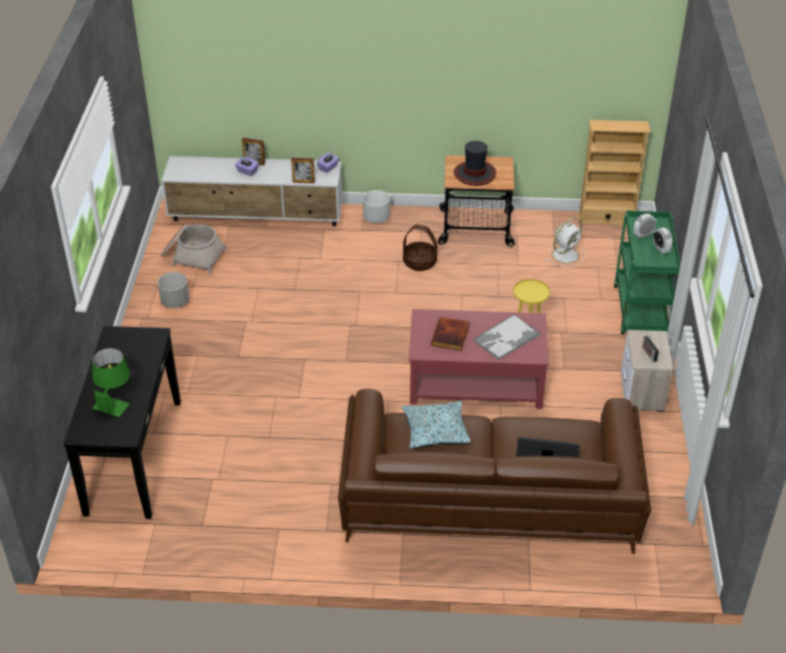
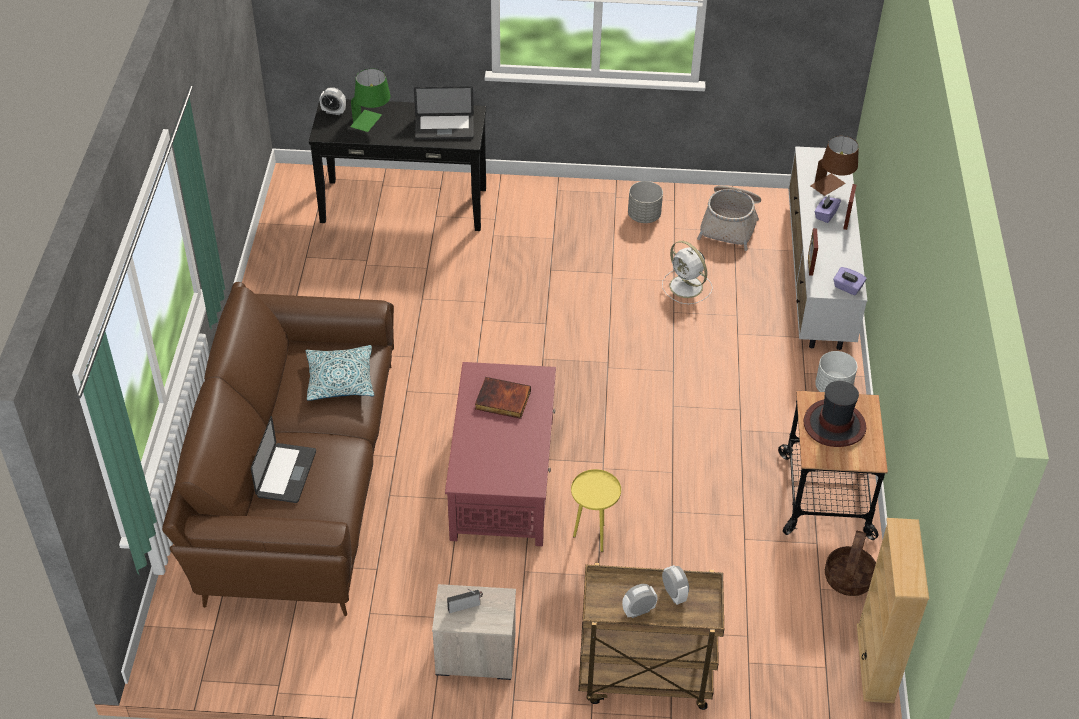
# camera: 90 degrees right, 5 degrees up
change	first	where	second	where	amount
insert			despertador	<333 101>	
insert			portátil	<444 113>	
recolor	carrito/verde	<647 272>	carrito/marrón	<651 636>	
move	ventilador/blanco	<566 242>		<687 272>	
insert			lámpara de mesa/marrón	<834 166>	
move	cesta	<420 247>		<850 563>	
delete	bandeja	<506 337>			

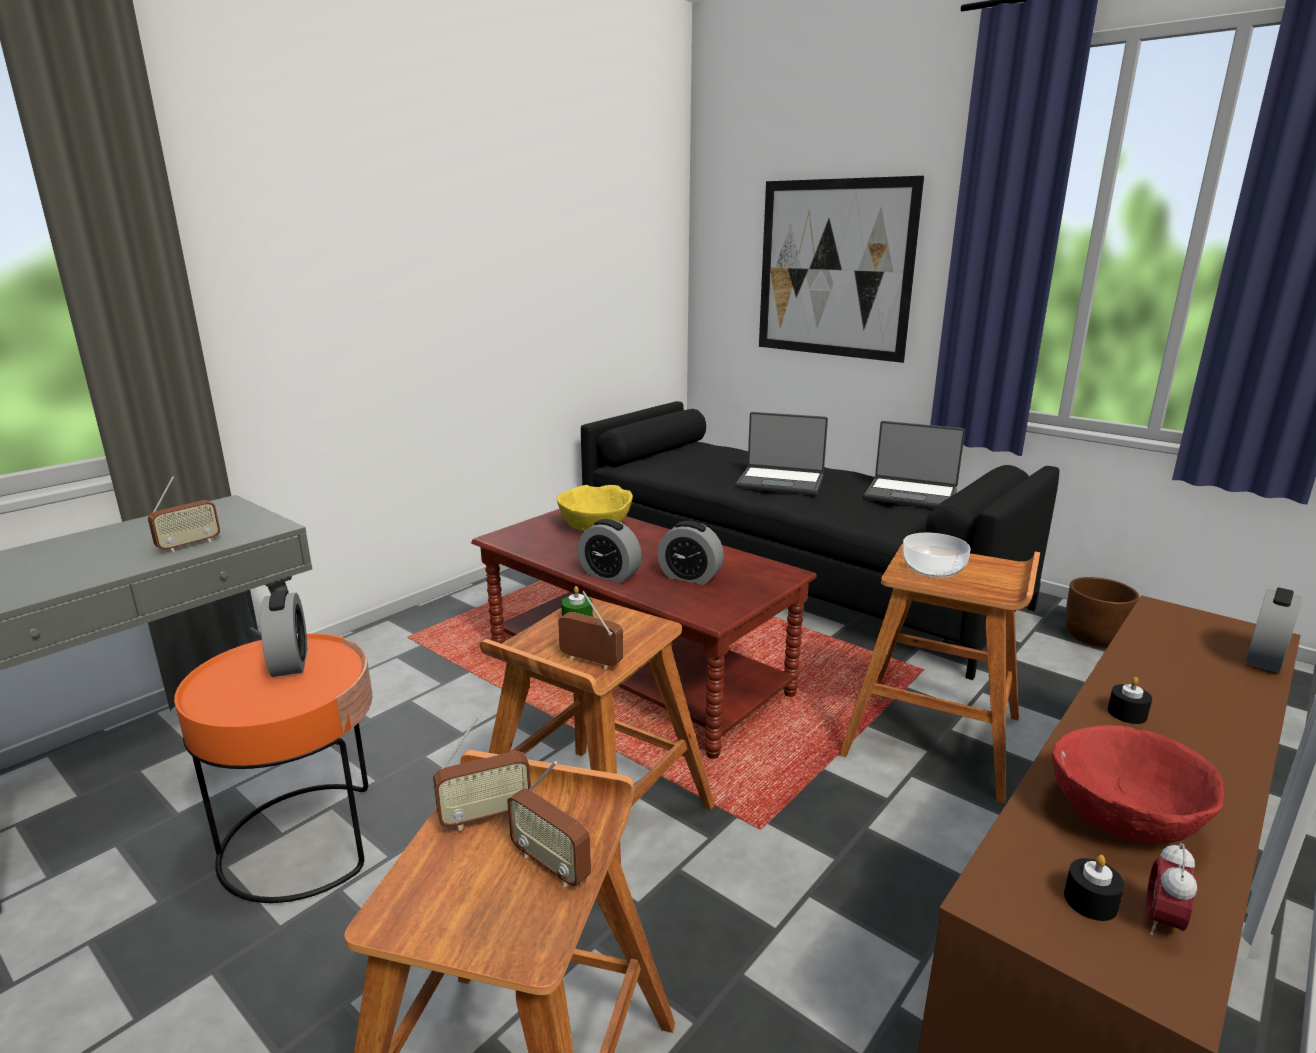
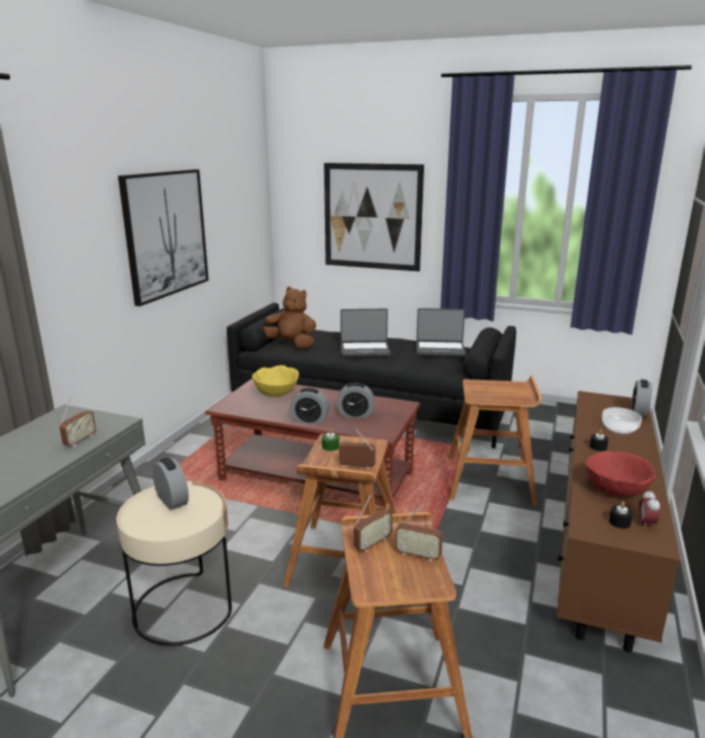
# camera: 20 degrees left, 0 degrees up
change	first	where	second	where	amount
recolor	mesa auxiliar/naranja	<273 768>	mesa auxiliar/beis	<174 563>	
insert			cuadro	<163 237>	
insert			peluche/marrón	<289 317>	
move	cuenco	<937 555>		<622 421>	
delete	maceta/marrón	<1102 612>			

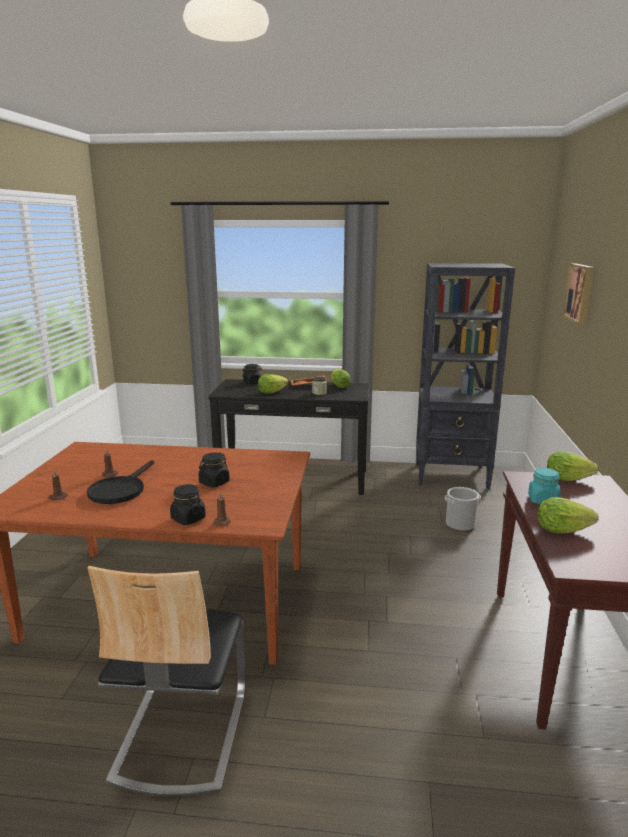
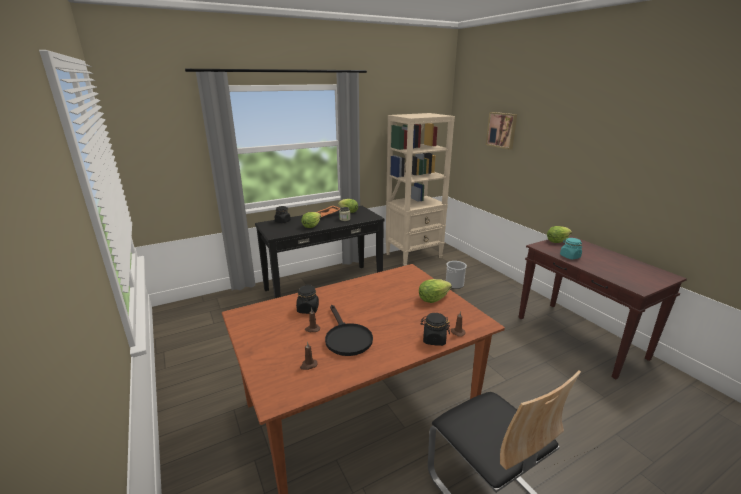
# camera: 35 degrees left, 5 degrees up
change	first	where	second	where	amount
move	tarro/negro	<214 469>		<307 299>	
recolor	estantería/negro	<465 376>	estantería/beis	<420 189>	
move	lechuga	<568 515>		<435 291>	

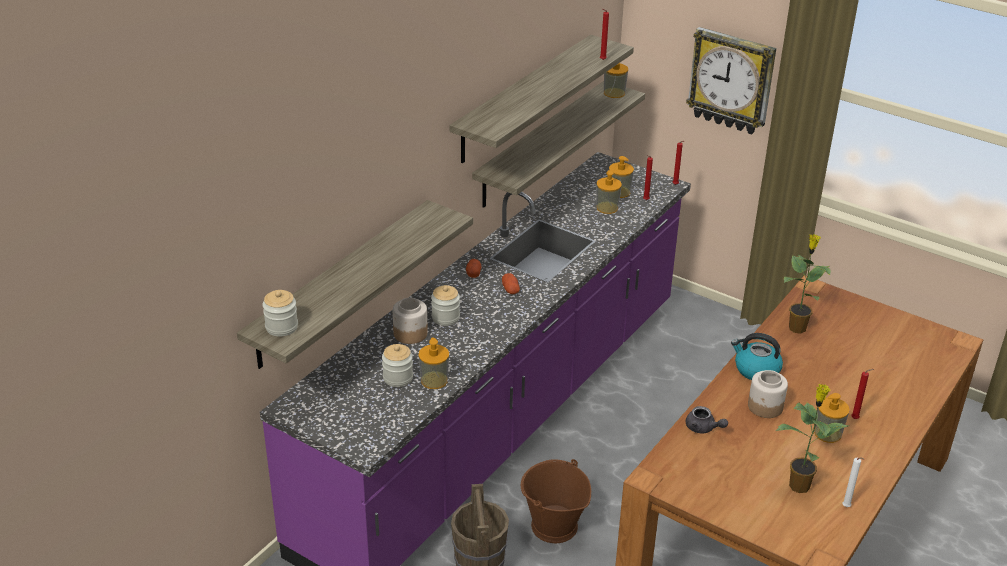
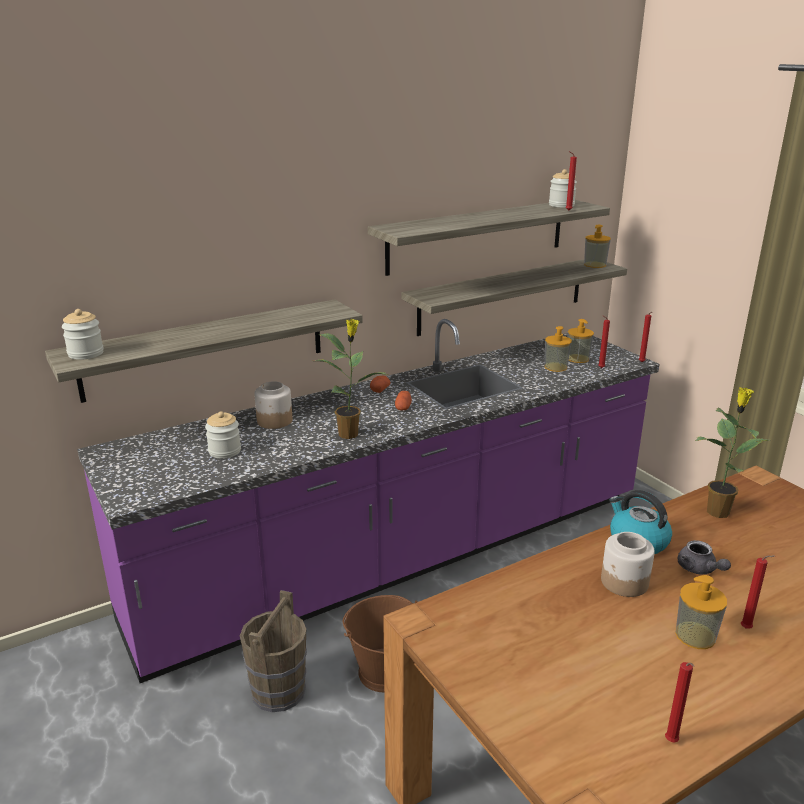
# camera: 25 degrees right, 10 degrees down
change	first	where	second	where	amount
move	planta en maceta	<812 438>		<352 379>	
move	tarro	<445 305>		<563 188>	
recolor	vela/blanco	<853 482>	vela/rojo	<679 702>	
move	tetera/gris	<707 420>		<704 557>	
delete	dispensador de jabón	<433 363>			
delete	reloj de pared	<731 80>			

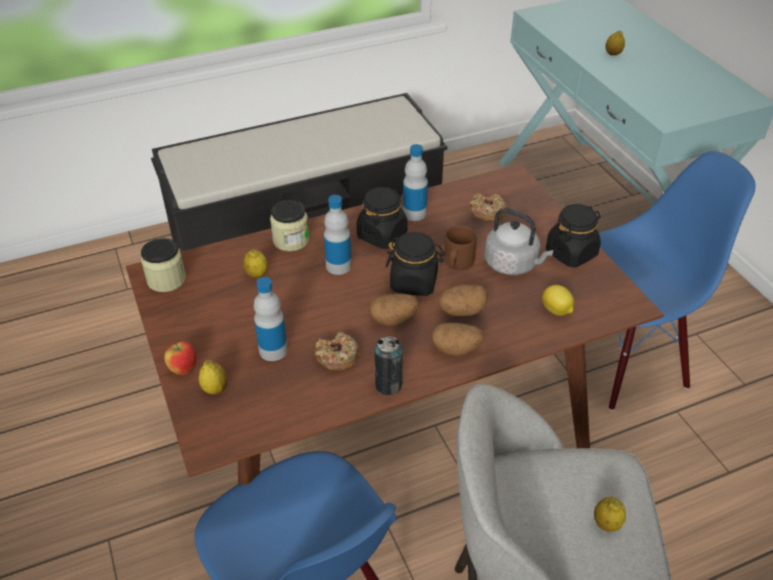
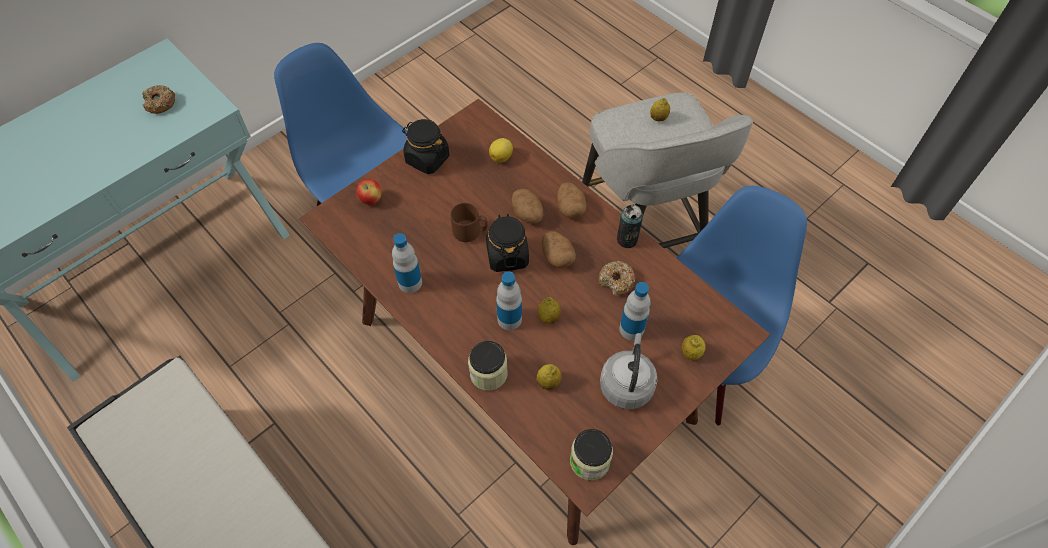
# camera: 110 degrees left, 15 degrees up
change	first	where	second	where	amount
move	rosquilla	<488 207>		<158 99>	
move	manzana	<180 358>		<368 192>	
move	limón	<615 43>		<549 310>	
move	hervidor/gris	<519 241>		<628 371>	
delete	tarro/negro	<382 218>			

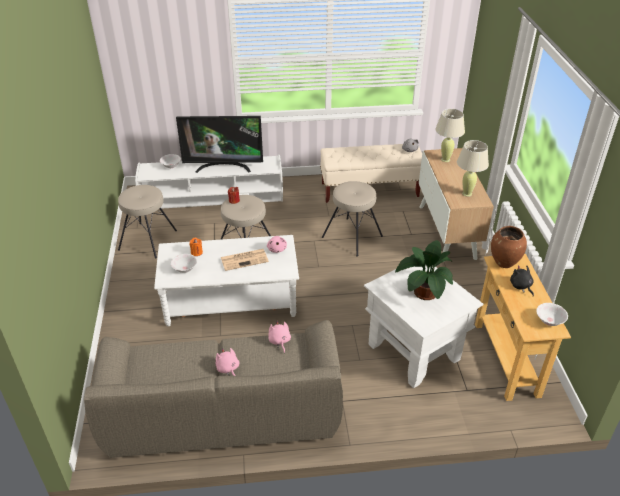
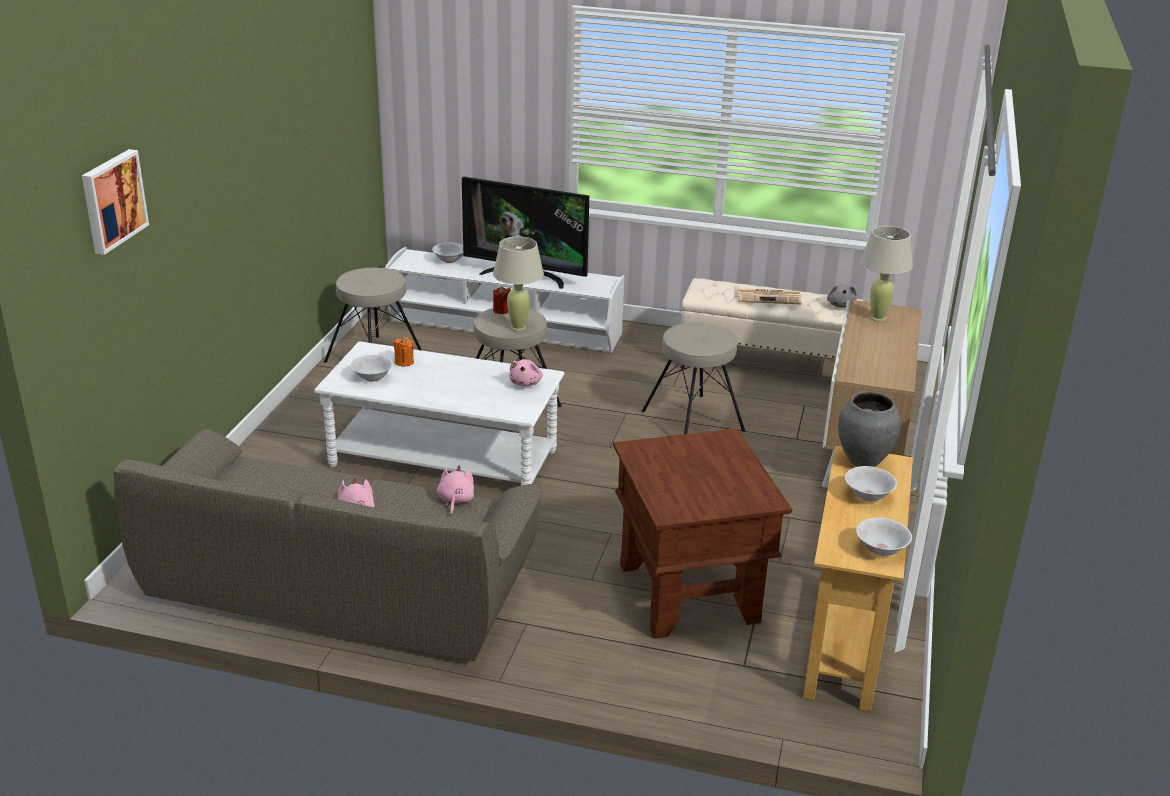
# camera: 20 degrees right, 10 degrees down
change	first	where	second	where	amount
insert			cuadro	<115 202>	
move	lámpara de mesa/beis	<473 168>		<518 284>	
recolor	mesa auxiliar/blanco	<423 327>	mesa auxiliar/marrón	<702 533>	
move	periódico	<245 260>		<769 296>	
recolor	florero/marrón	<509 247>	florero/gris	<869 429>	
replace	peluche/negro	<522 281>	cuenco/blanco	<871 483>	
delete	planta en maceta	<424 270>			

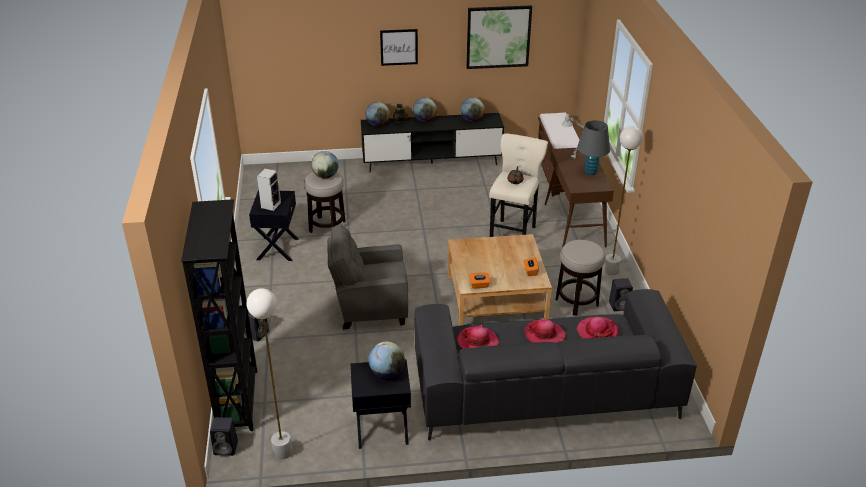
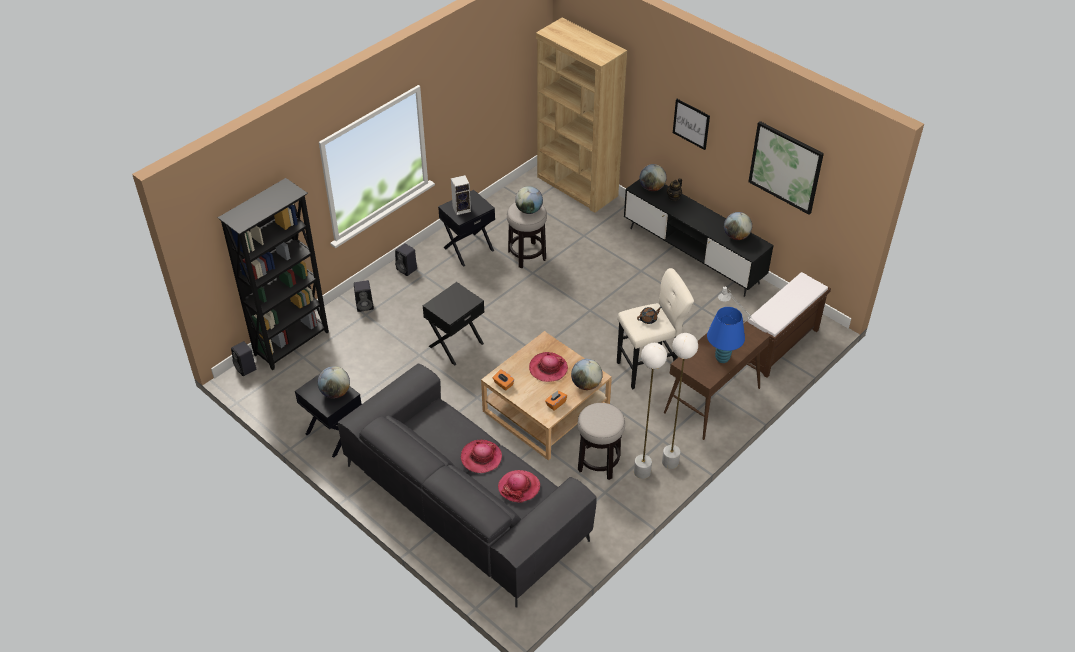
# camera: 50 degrees right, 10 degrees up
change	first	where	second	where	amount
move	altavoz/negro	<621 294>		<406 259>	
replace	sillón/gris	<367 277>	mesa auxiliar/negro	<453 323>	
move	sombrero	<478 337>		<548 367>	
insert			estantería/marrón	<581 115>	
move	globo terráqueo	<425 109>		<587 374>	
move	lámpara de pie/blanco	<269 374>		<650 411>	
recolor	lámpara de mesa/gris	<593 147>	lámpara de mesa/azul	<726 335>	

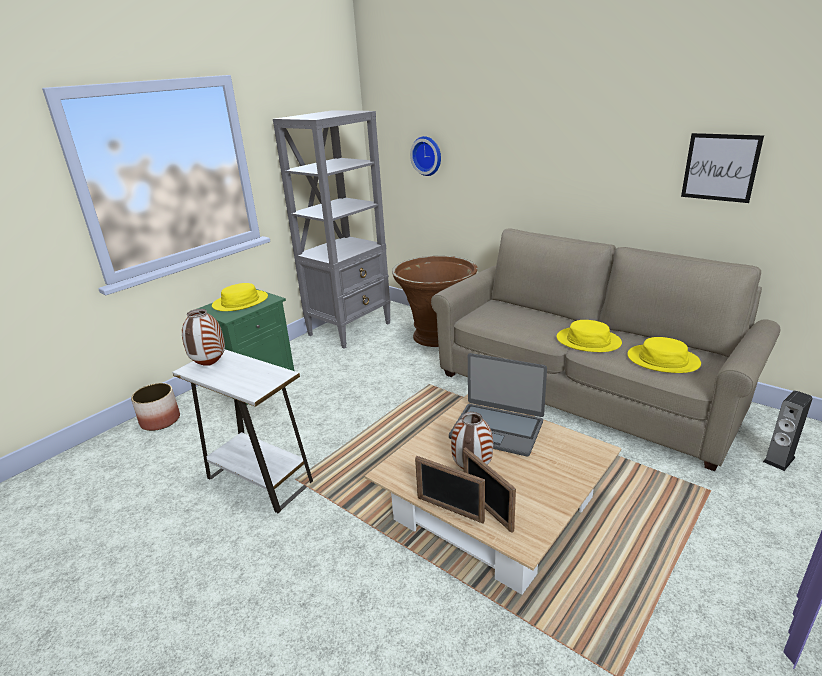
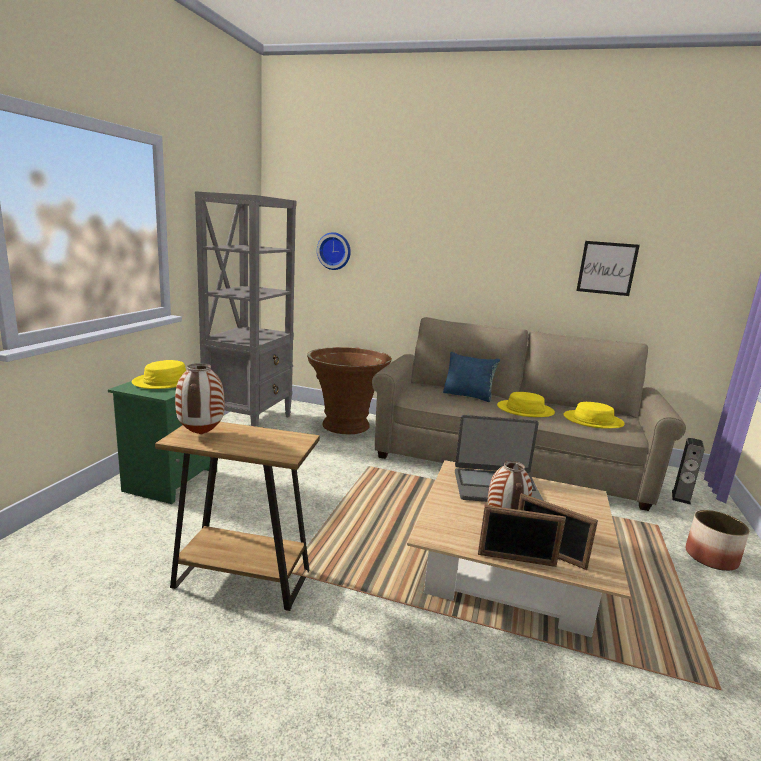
# camera: 25 degrees left, 10 degrees down
change	first	where	second	where	amount
recolor	mesa auxiliar/blanco	<242 431>	mesa auxiliar/marrón	<237 516>	
insert			cojín/azul	<471 377>	
move	maceta	<155 407>		<718 540>	

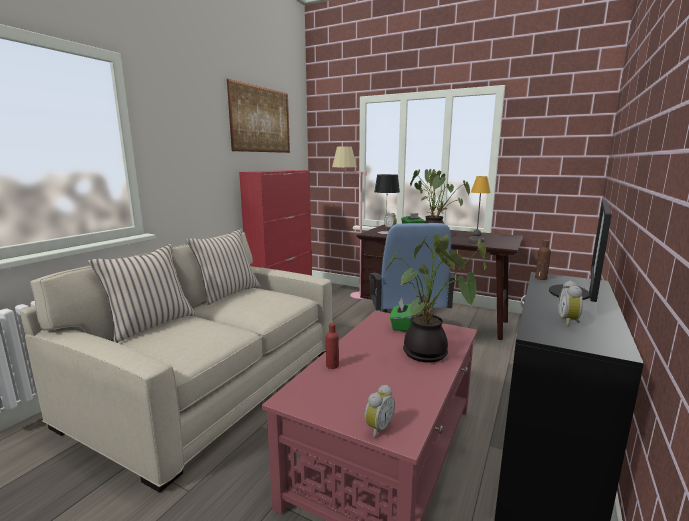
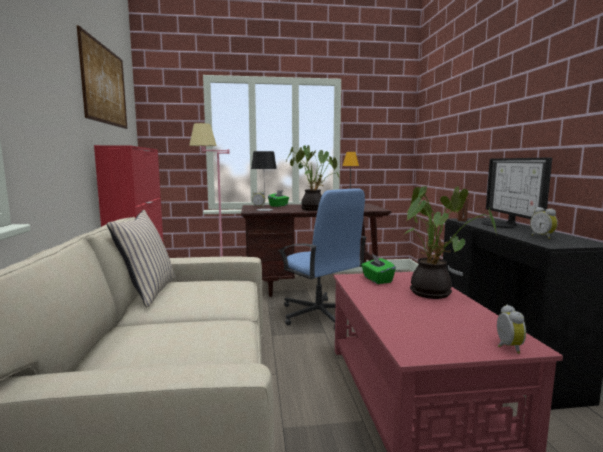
# camera: 35 degrees left, 5 degrees down
change	first	where	second	where	amount
delete	cojín/beis	<141 293>			
delete	botella/rojo	<332 346>			

